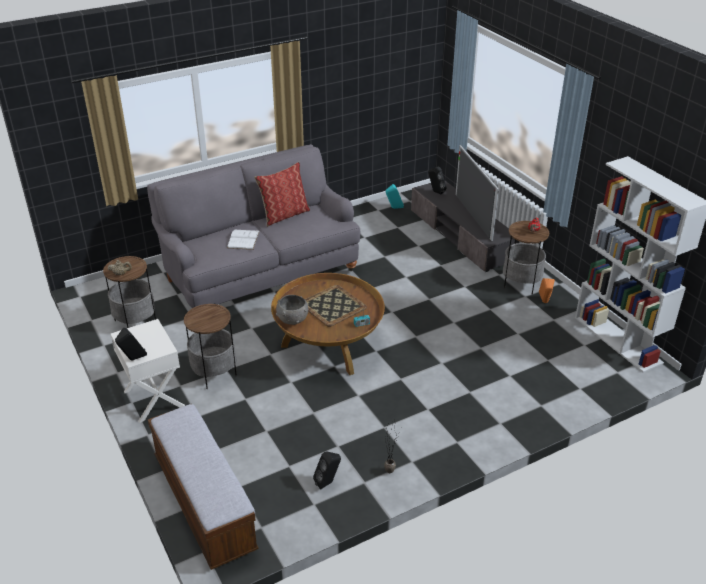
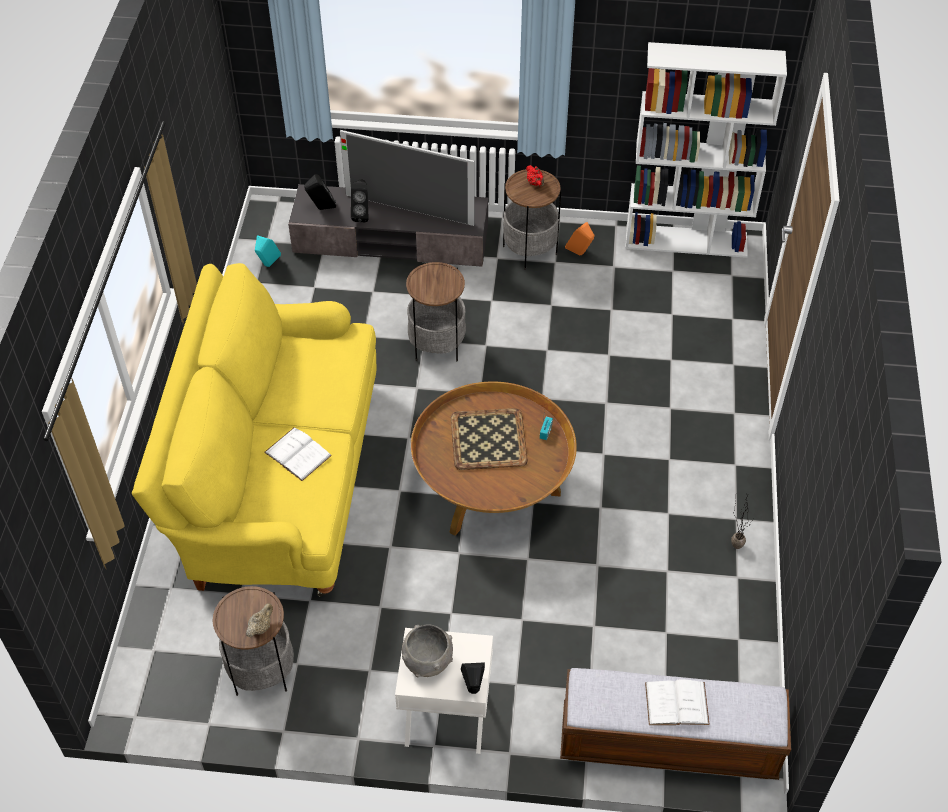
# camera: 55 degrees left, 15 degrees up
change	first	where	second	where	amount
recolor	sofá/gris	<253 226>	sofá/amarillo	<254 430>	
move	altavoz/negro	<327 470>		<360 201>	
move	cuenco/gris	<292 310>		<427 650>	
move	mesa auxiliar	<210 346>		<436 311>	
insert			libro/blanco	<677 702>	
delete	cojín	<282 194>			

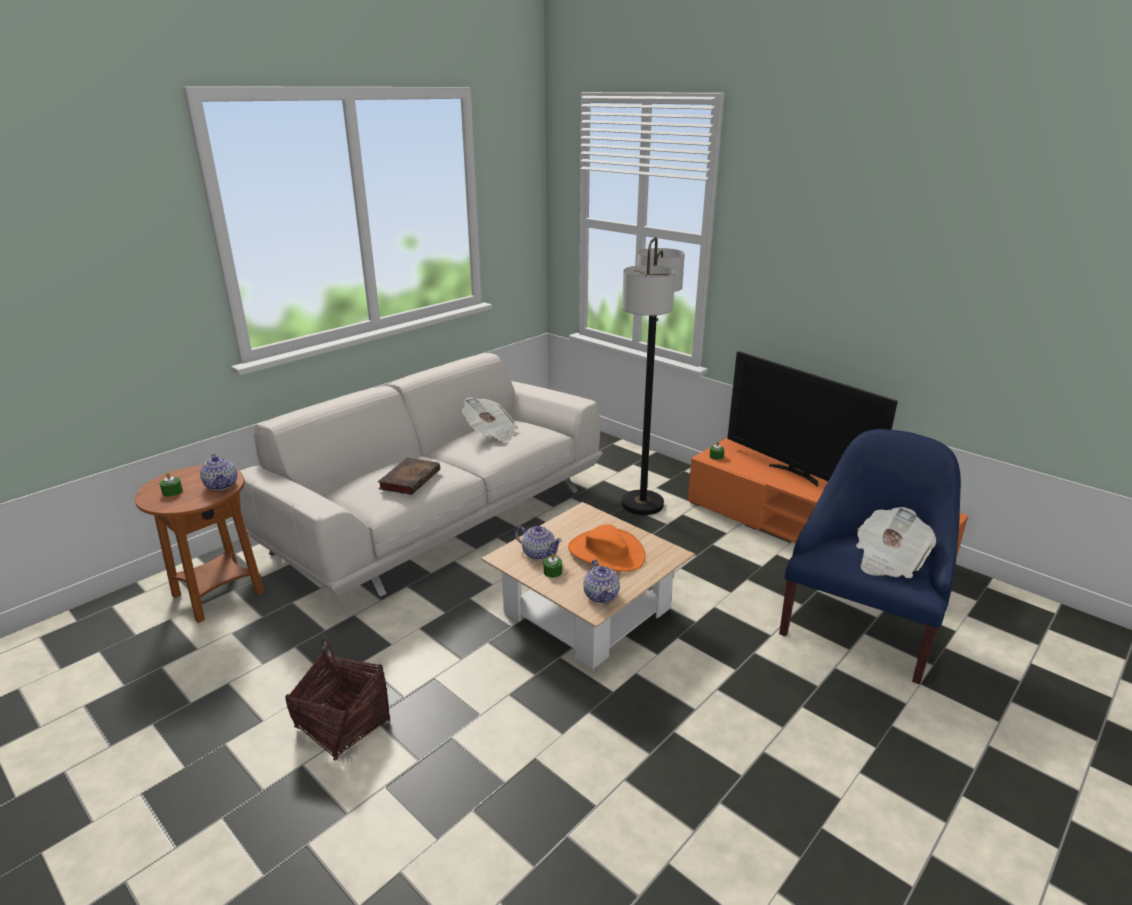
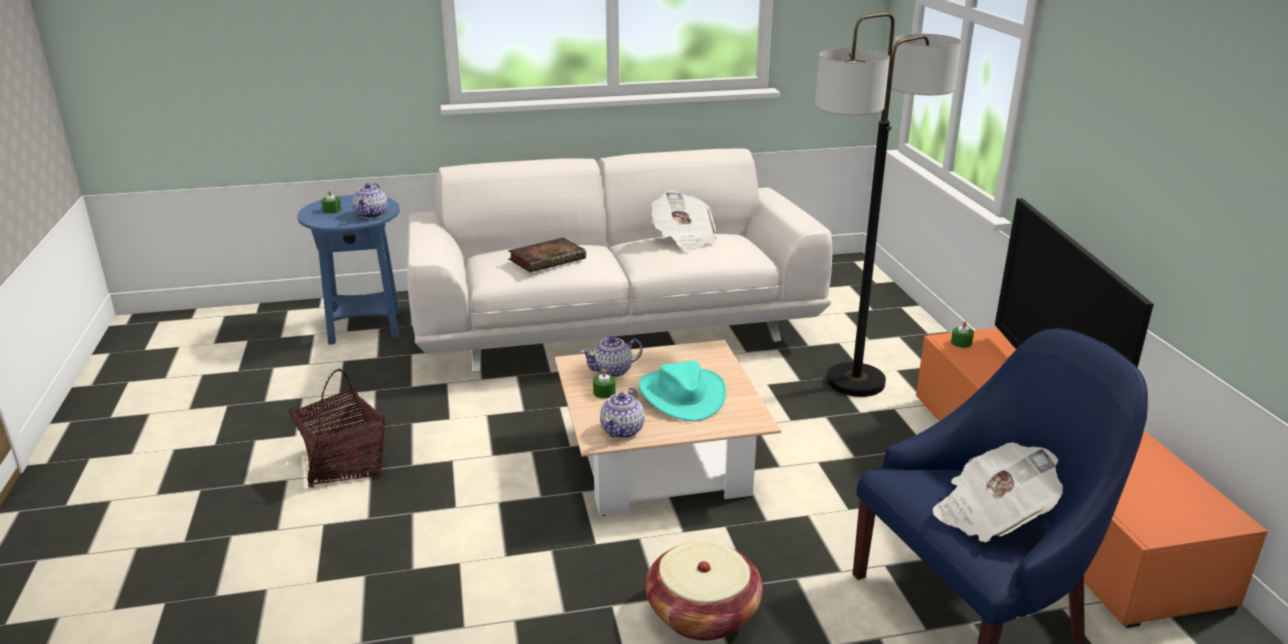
# camera: 35 degrees right, 0 degrees up
change	first	where	second	where	amount
recolor	mesa auxiliar/marrón	<199 544>	mesa auxiliar/azul	<348 270>	
rotate	tetera	<538 543>		<612 357>	90 degrees clockwise
recolor	sombrero/naranja	<607 548>	sombrero/turquesa	<682 391>	
insert			cesta	<704 590>	

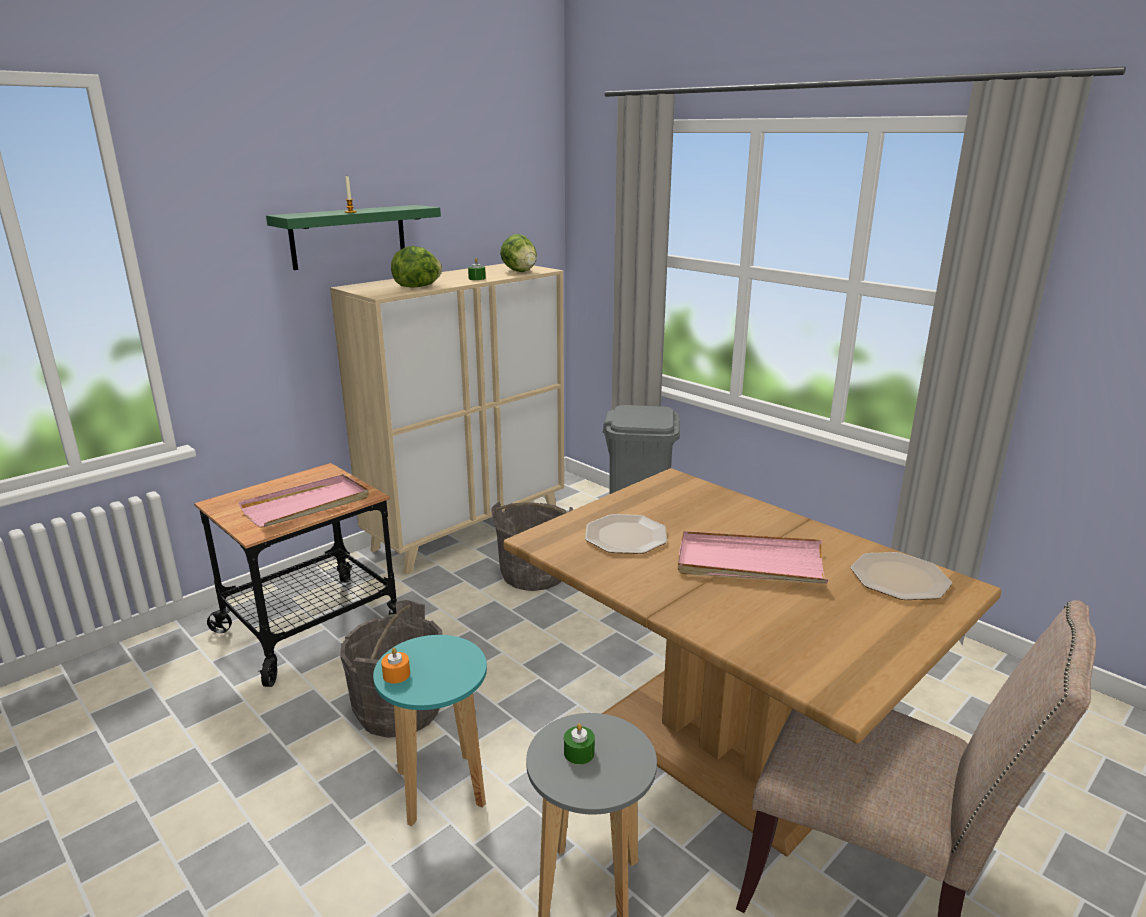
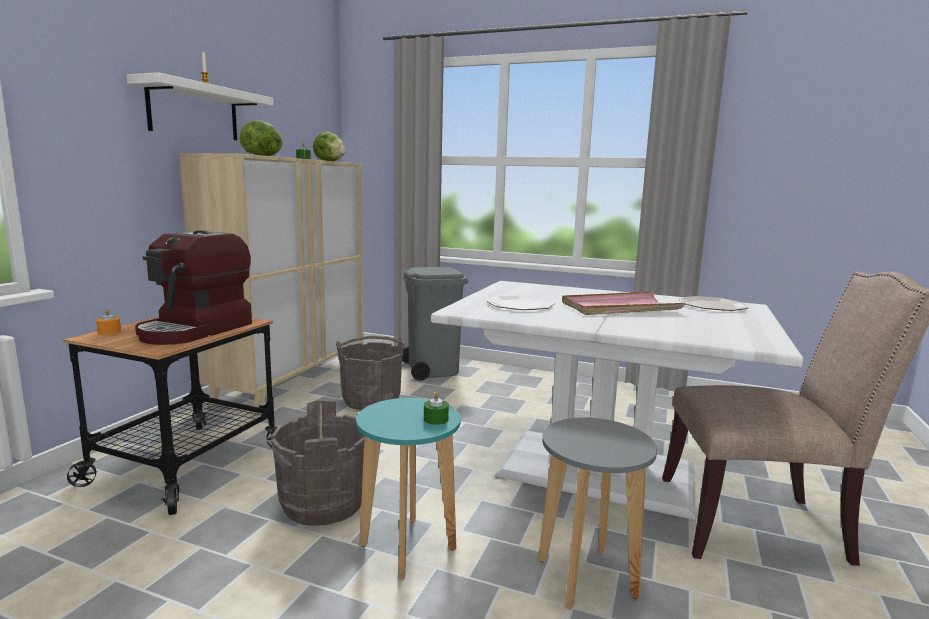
# camera: 25 degrees left, 10 degrees down
change	first	where	second	where	amount
move	vela/naranja	<395 665>		<108 322>	
recolor	estante/verde	<353 237>	estante/blanco	<199 106>	
replace	bandeja/rosa	<304 501>	cafetera	<193 287>	
move	vela/verde	<579 743>		<436 408>	
recolor	mesa de comedor/marrón	<752 662>	mesa de comedor/blanco	<617 400>	

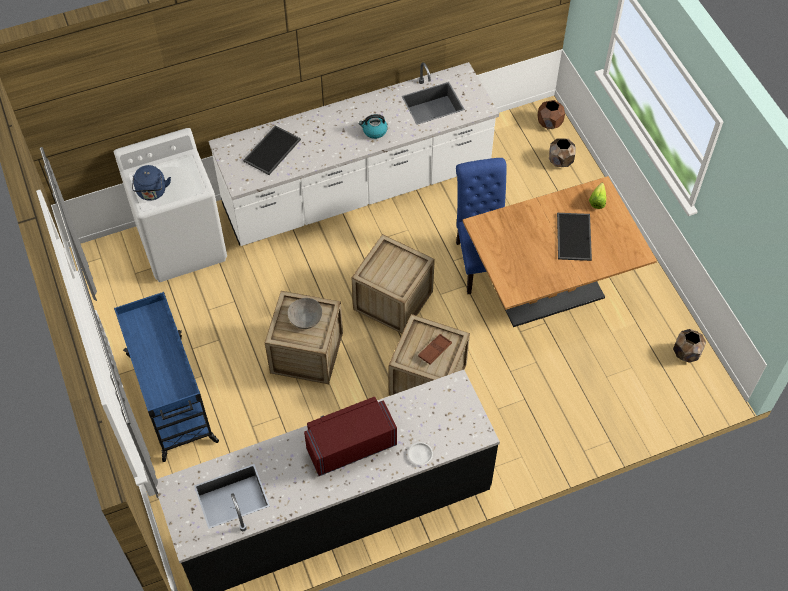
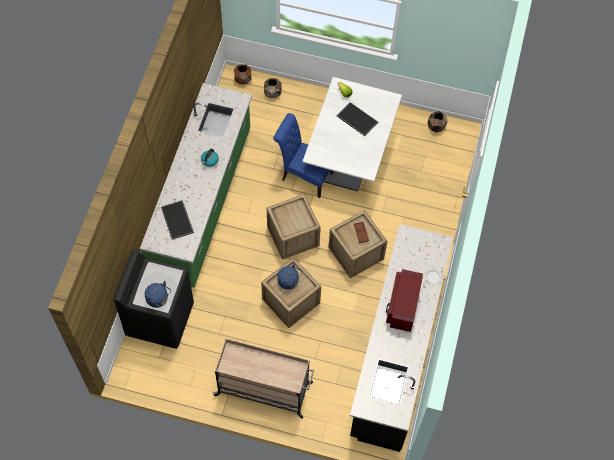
# camera: 55 degrees left, 5 degrees up
change	first	where	second	where	amount
recolor	lavadora/blanco	<170 205>	lavadora/negro	<154 299>	
recolor	mueble bajo de cocina/blanco	<354 154>	mueble bajo de cocina/verde	<196 185>	
recolor	carrito/azul	<166 377>	carrito/beis	<263 378>	
replace	cuenco/gris	<305 313>	hervidor/azul	<290 276>	
recolor	mesa de comedor/marrón	<560 251>	mesa de comedor/blanco	<352 134>	

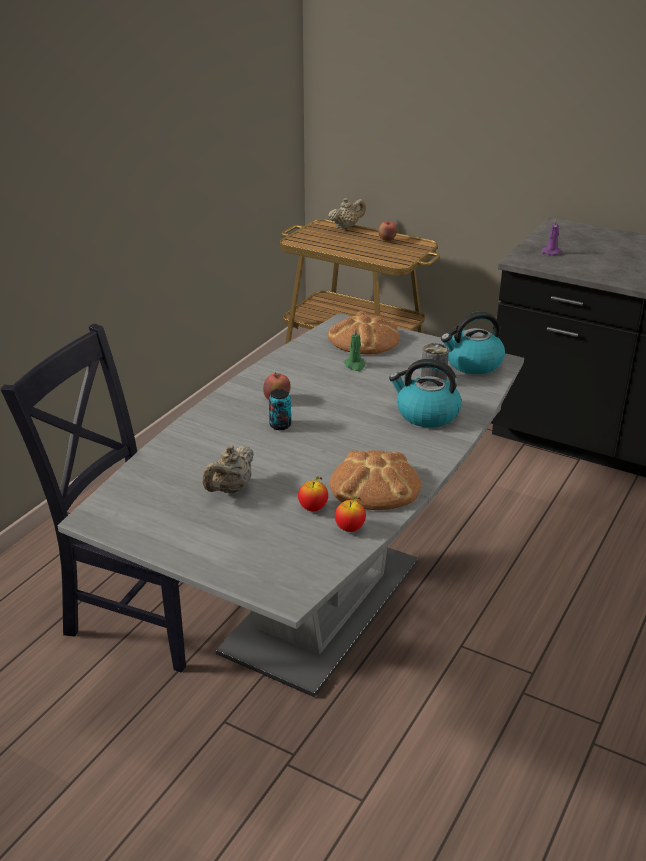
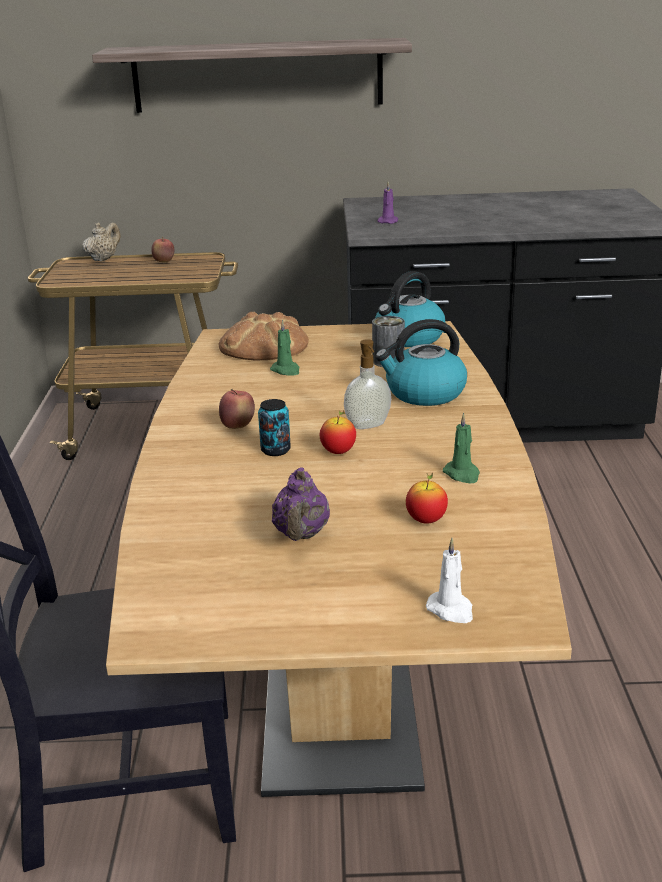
# camera: 30 degrees left, 5 degrees down
change	first	where	second	where	amount
insert			estante	<252 75>	
recolor	mesa de comedor/gris	<290 505>	mesa de comedor/marrón	<339 559>	
recolor	tetera/beis	<228 469>	tetera/morado	<301 504>	
move	manzana	<350 514>		<338 432>	
insert			dispensador de jabón	<367 384>	
insert			vela/blanco	<449 580>	
replace	pan	<375 480>	vela/verde	<461 448>	

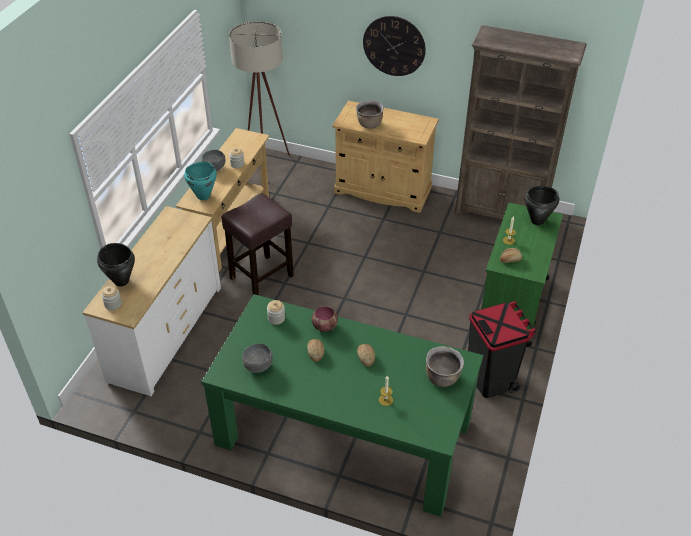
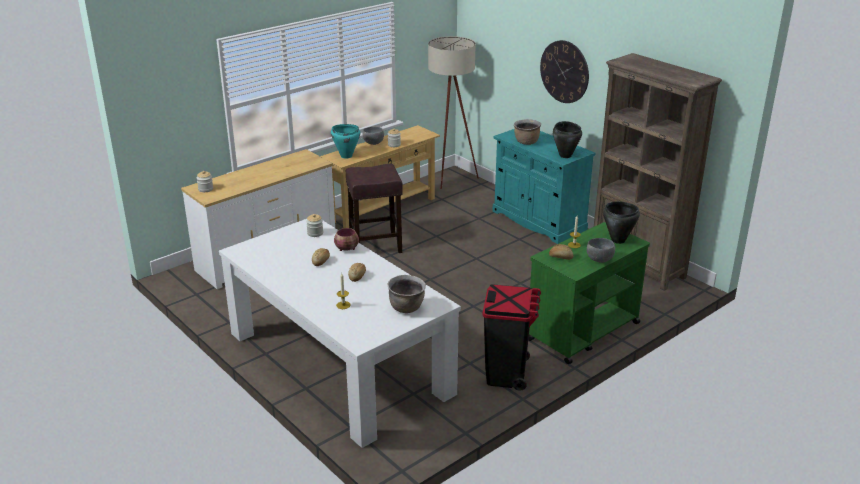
# camera: 30 degrees right, 15 degrees down
change	first	where	second	where	amount
recolor	mesa de comedor/verde	<342 405>	mesa de comedor/blanco	<340 333>	
recolor	armario/beis	<385 157>	armario/turquesa	<544 186>	
move	olla/negro	<116 265>		<567 139>	
move	cuenco/gris	<257 358>		<601 250>	

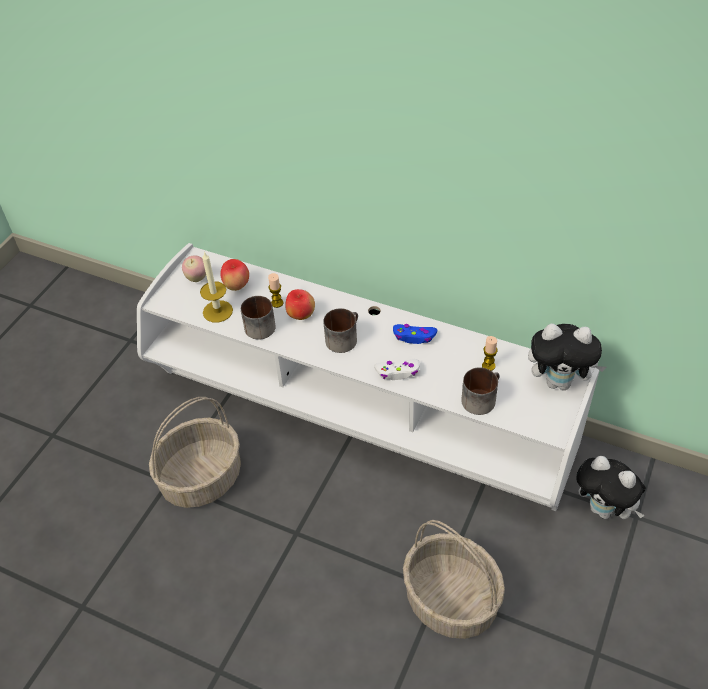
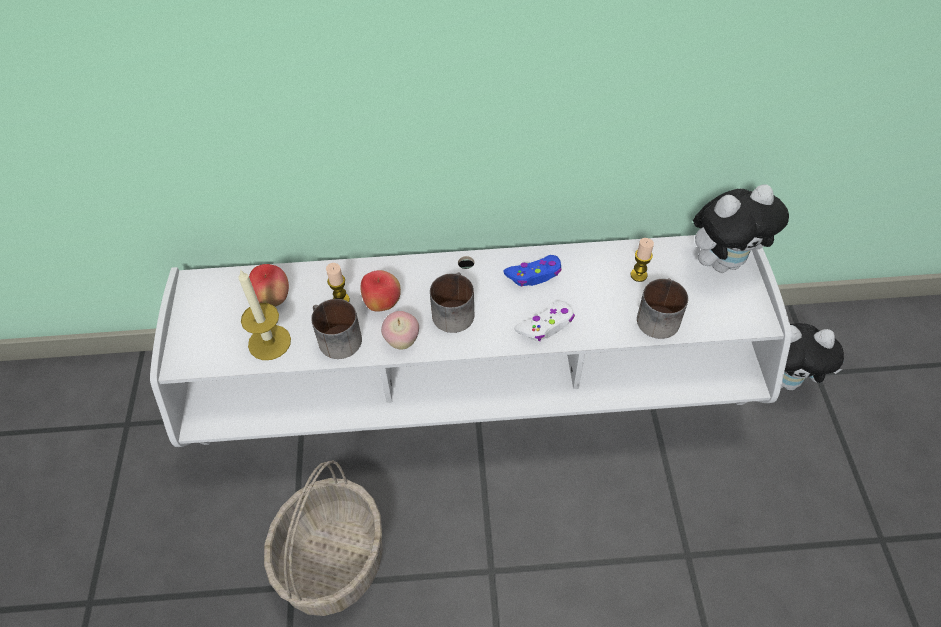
# camera: 30 degrees left, 5 degrees up
change	first	where	second	where	amount
move	manzana	<194 269>		<400 330>	
delete	cesta	<454 579>			

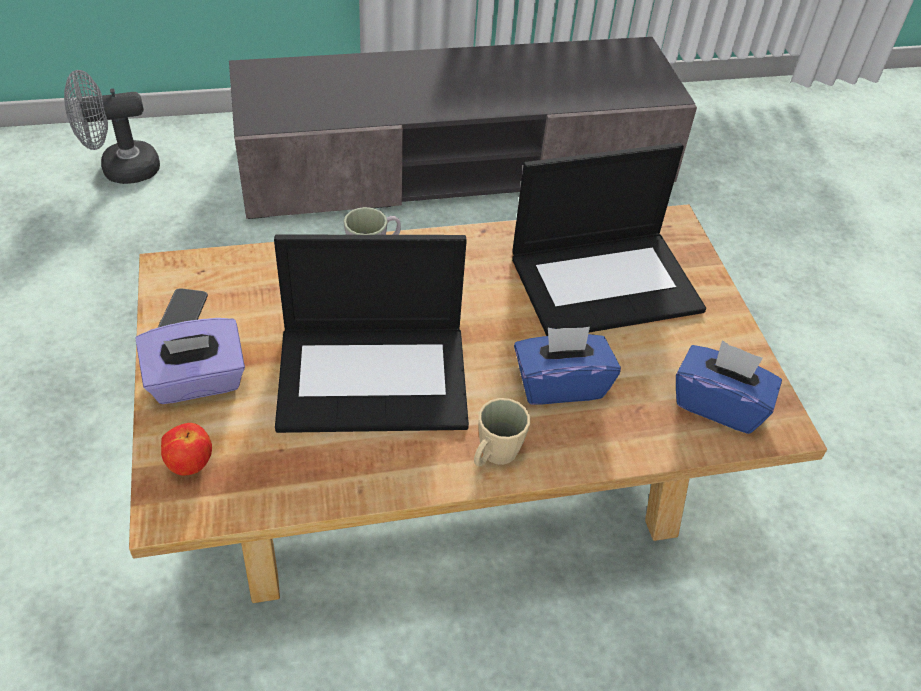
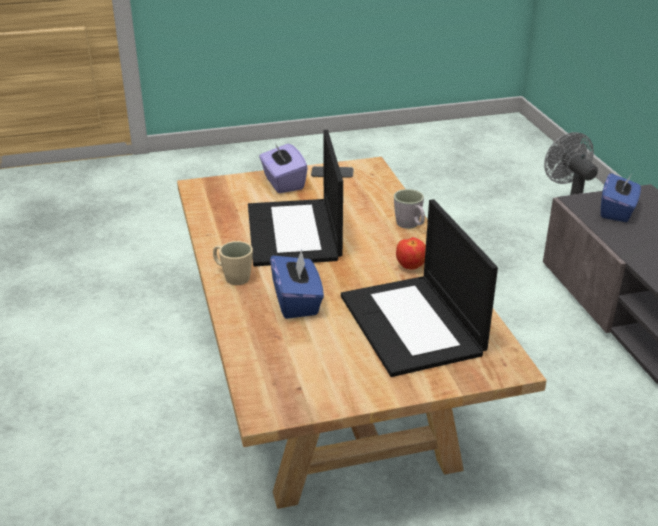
# camera: 90 degrees right, 15 degrees down
change	first	where	second	where	amount
move	manzana	<186 449>		<411 253>	
move	caja de pañuelos/azul	<729 387>		<621 197>	

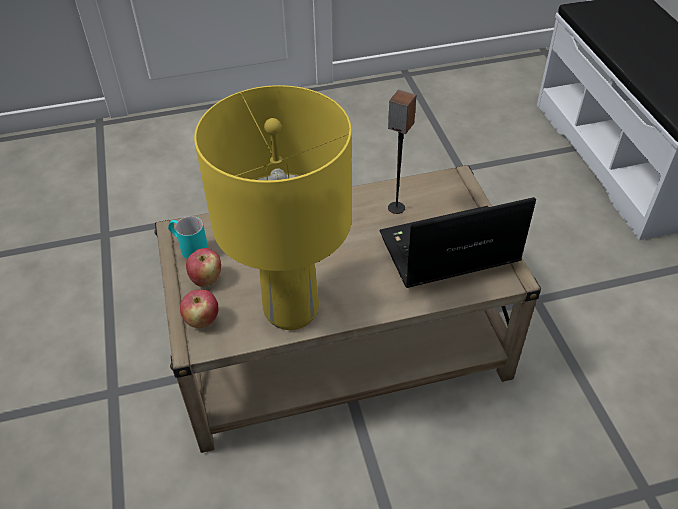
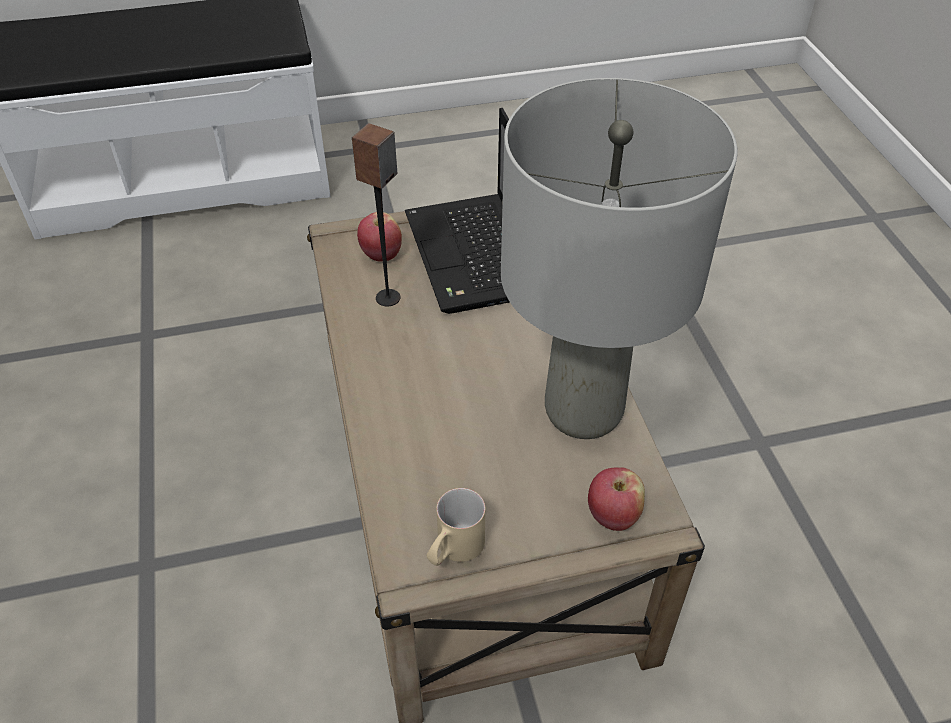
# camera: 90 degrees left, 0 degrees up
change	first	where	second	where	amount
move	manzana	<203 267>		<379 237>	
recolor	taza grande/turquesa	<188 237>	taza grande/beis	<456 527>	
recolor	lámpara de mesa/amarillo	<273 207>	lámpara de mesa/gris	<619 258>	

